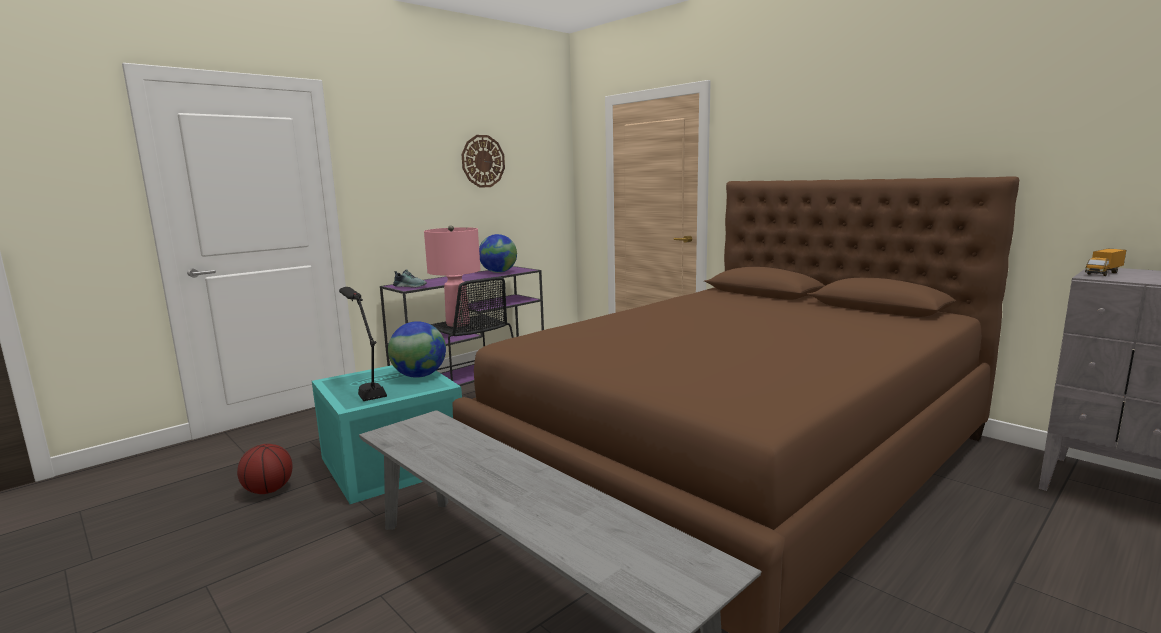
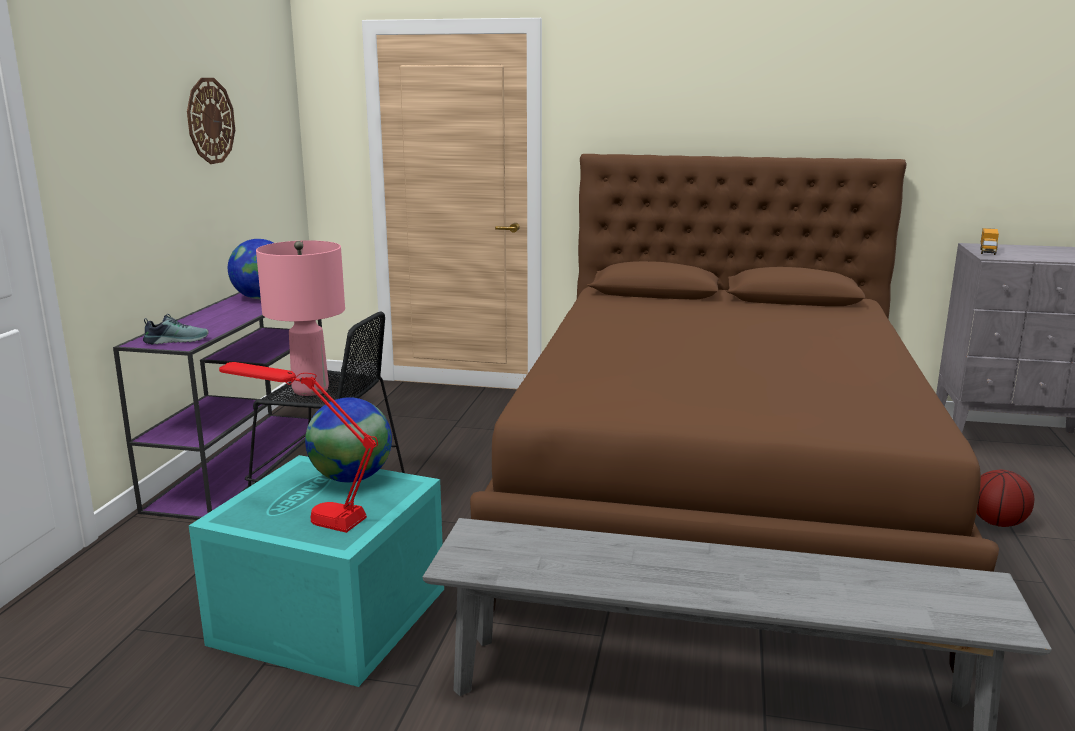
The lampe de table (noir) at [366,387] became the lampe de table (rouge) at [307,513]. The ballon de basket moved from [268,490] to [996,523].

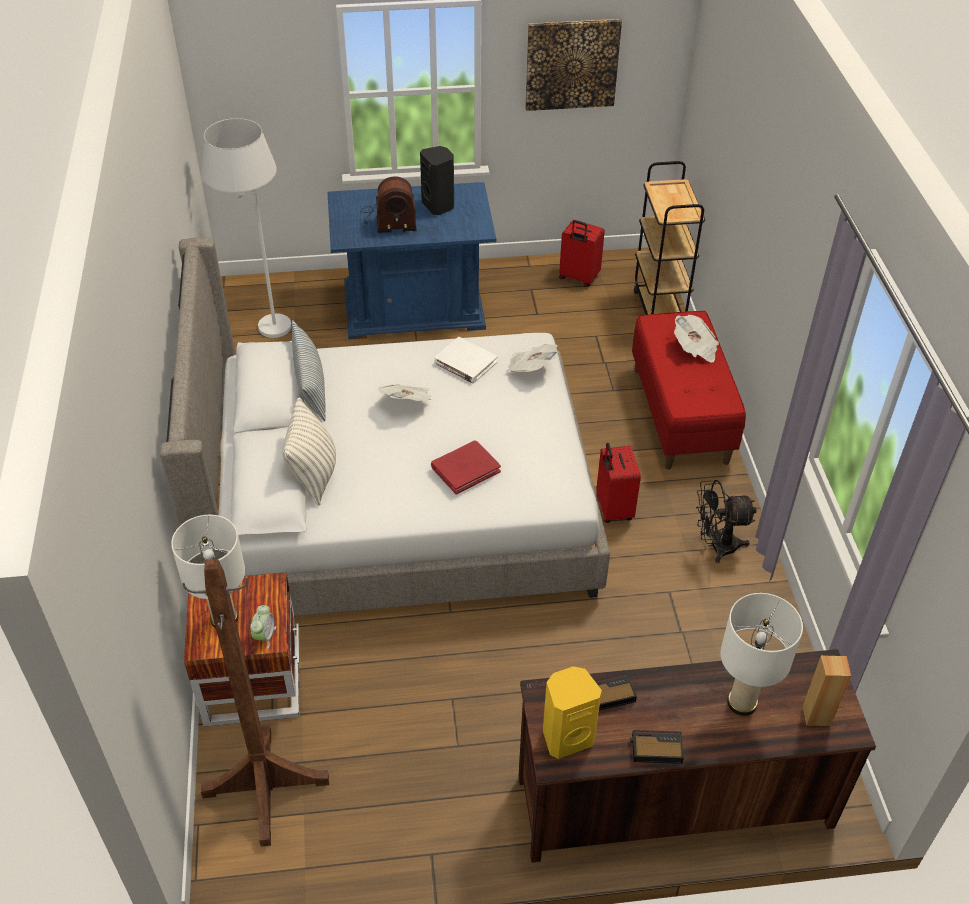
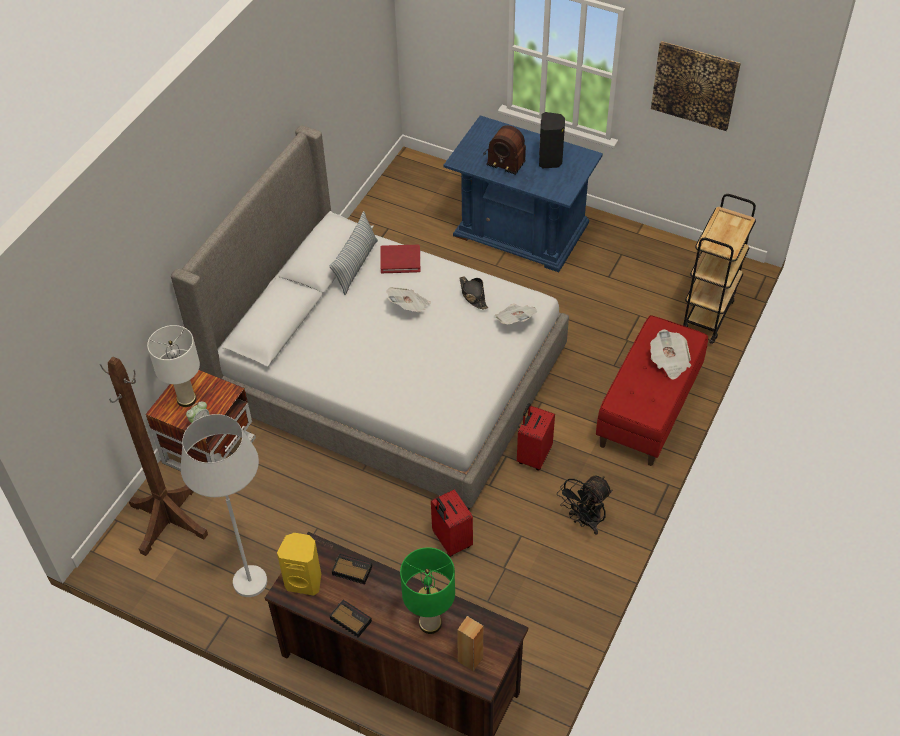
The lampadaire (blanc) moved from [262,319] to [247,566]. The livre (rouge) moved from [465,469] to [400,260]. The lampe de table (blanc) at [741,702] became the lampe de table (vert) at [430,623]. The valise (rouge) moved from [578,278] to [451,541]. The livre (blanc) at [465,363] was replaced by the chapeau (noir) at [473,295]. The ventilateur (noir) at [716,546] turned 75 degrees counterclockwise. The coussin at [313,476] disappeared.

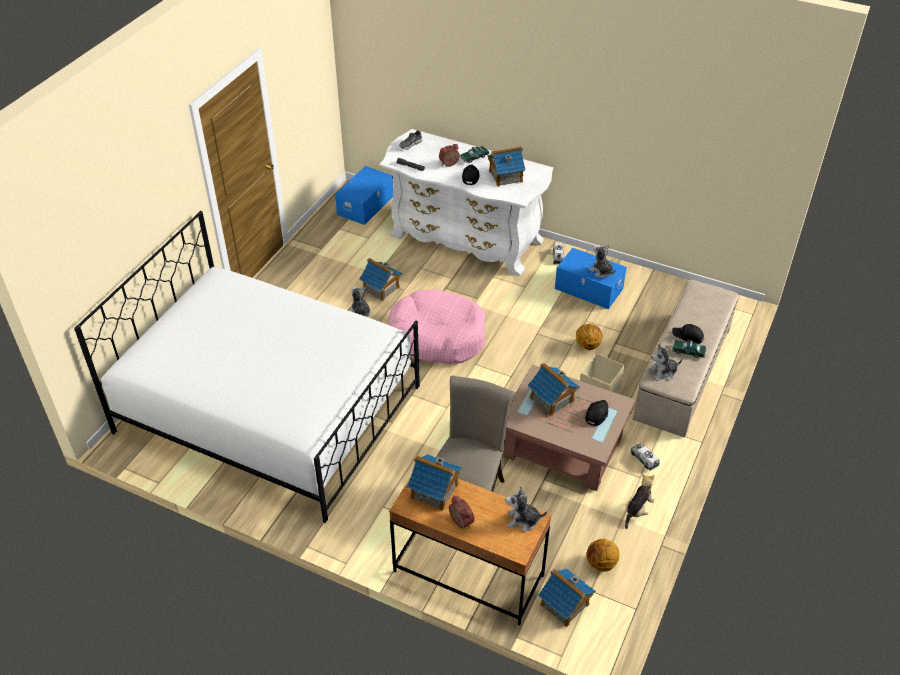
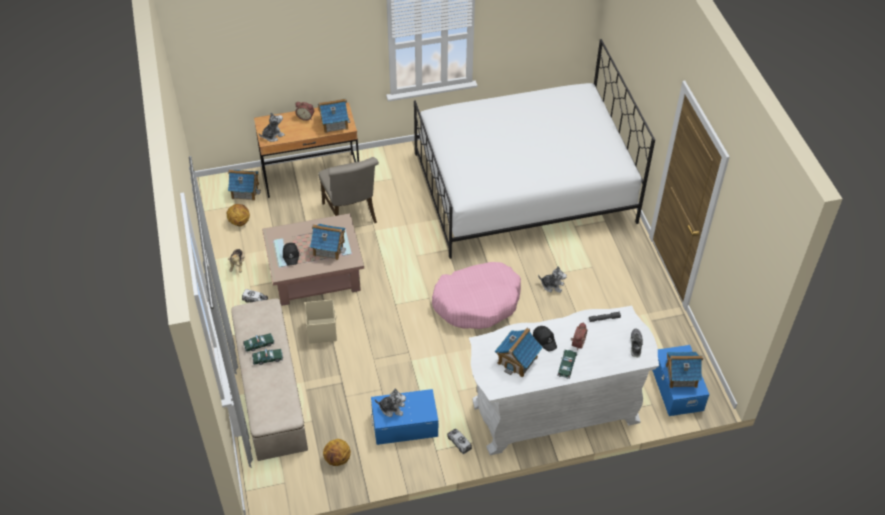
The casquette (noir) at [688,336] was replaced by the petite voiture at [268,358]. The ballon de basket moved from [587,345] to [337,459]. The maison miniature moved from [381,288] to [681,375]. The peluche at [663,373] disappeared.

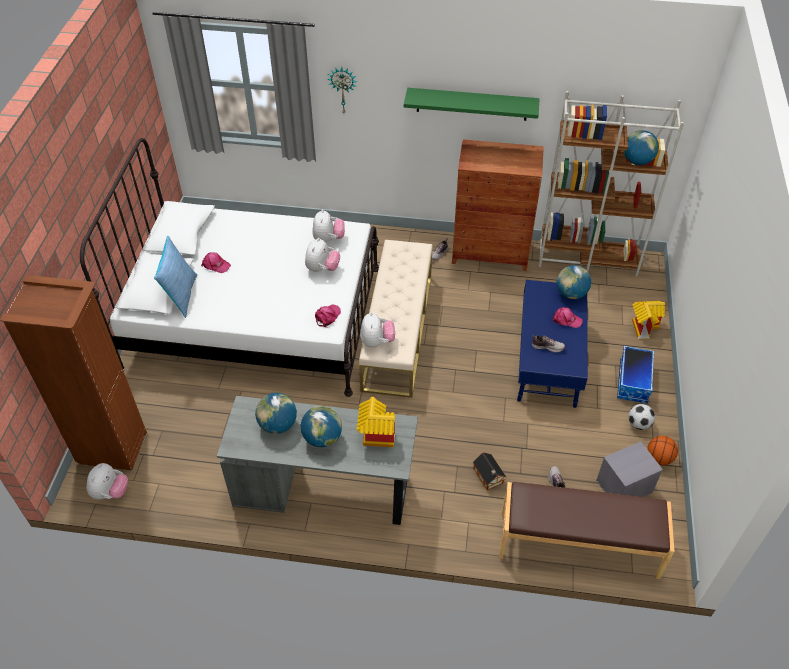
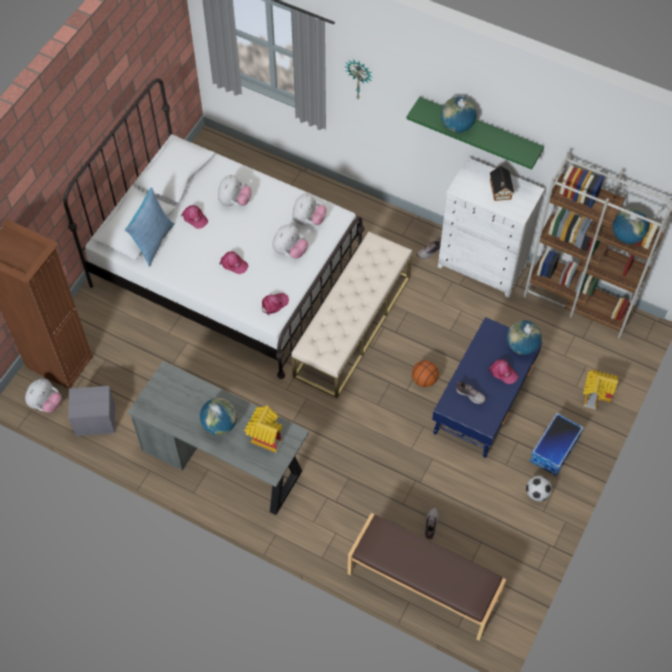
The boîte de rangement (gris) moved from [624,487] to [94,420]. The peluche moved from [377,341] to [234,201]. The casquette (rose) at [233,264] appeared. The ballon de basket moved from [659,458] to [424,380]. The commode (marron) at [491,254] became the commode (blanc) at [482,268]. The globe moved from [278,425] to [457,126]. The maison miniature moved from [488,477] to [500,190].

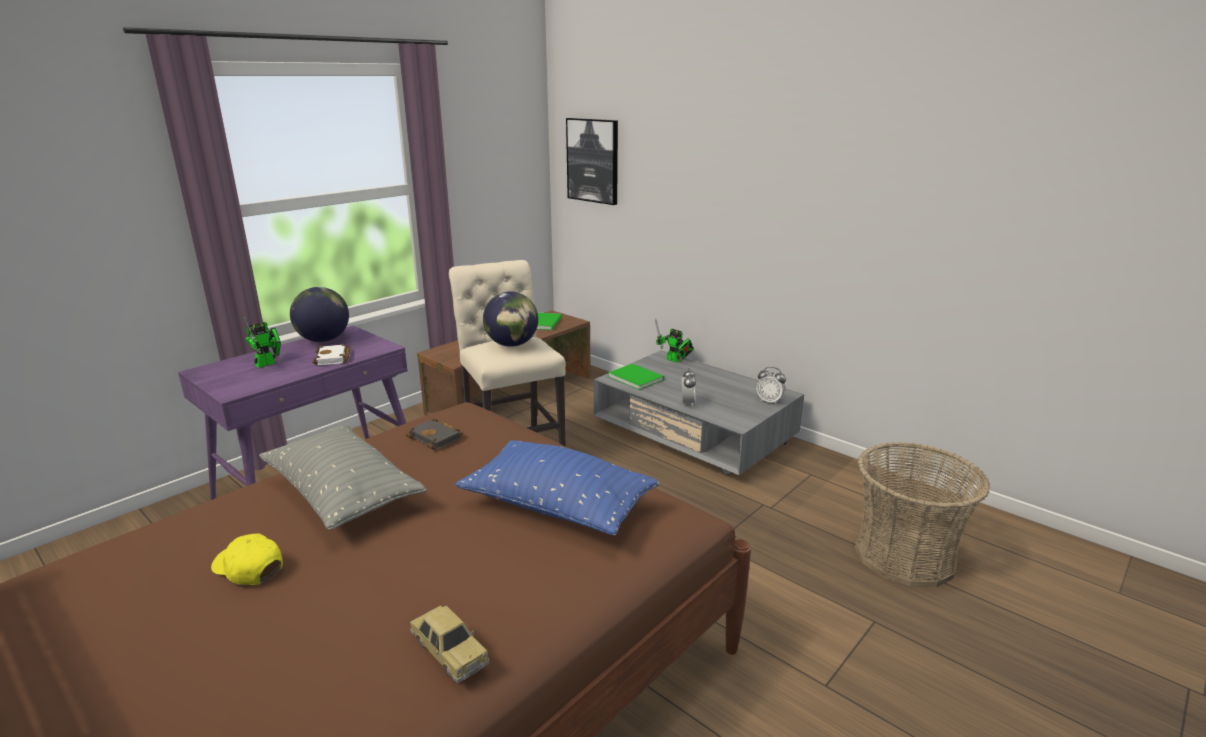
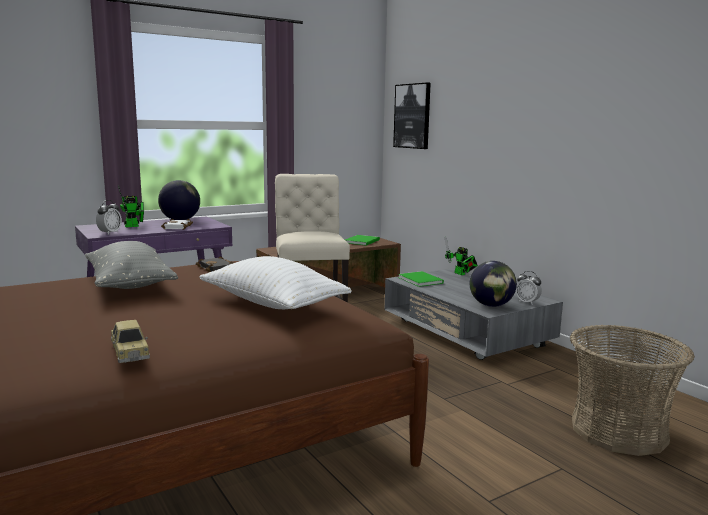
The réveil moved from [687,403] to [109,233]. The coussin (bleu) at [557,506] became the coussin (blanc) at [273,304]. The globe moved from [512,344] to [491,305]. The casquette (jaune) at [249,568] disappeared.

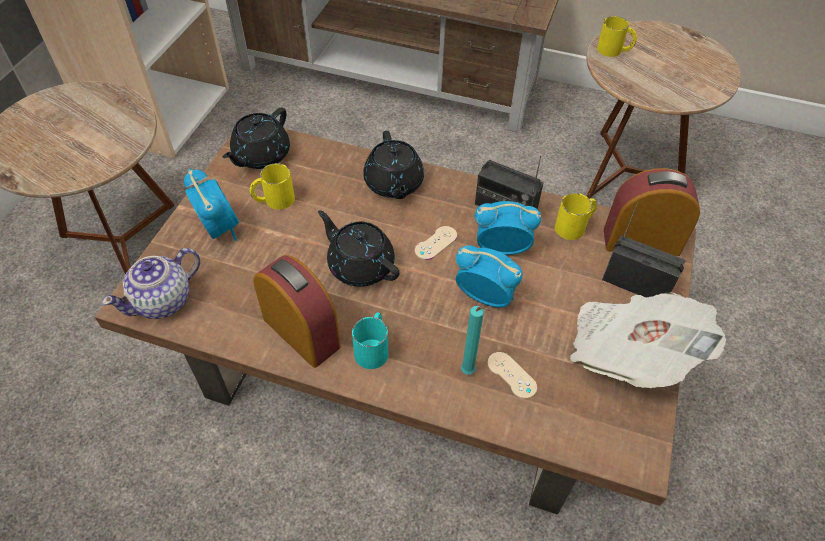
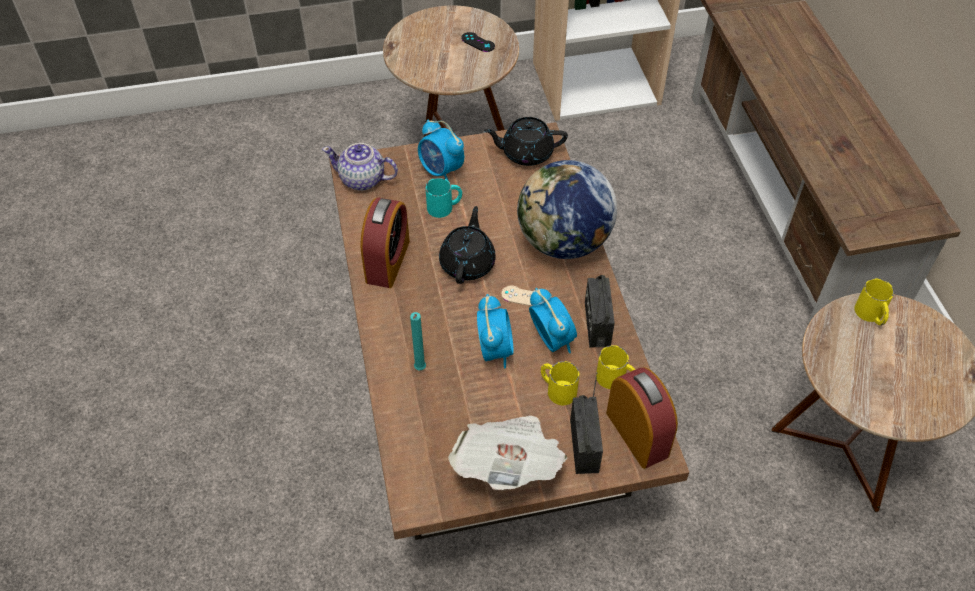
The réveil at [219,228] turned 105 degrees clockwise. The mug (turquoise) moved from [373,347] to [445,207]. The manette (noir) at [478,42] appeared. The théière (noir) at [393,184] was replaced by the globe at [563,242]. The mug (jaune) moved from [273,200] to [557,389]. The manette (beige) at [511,375] disappeared.

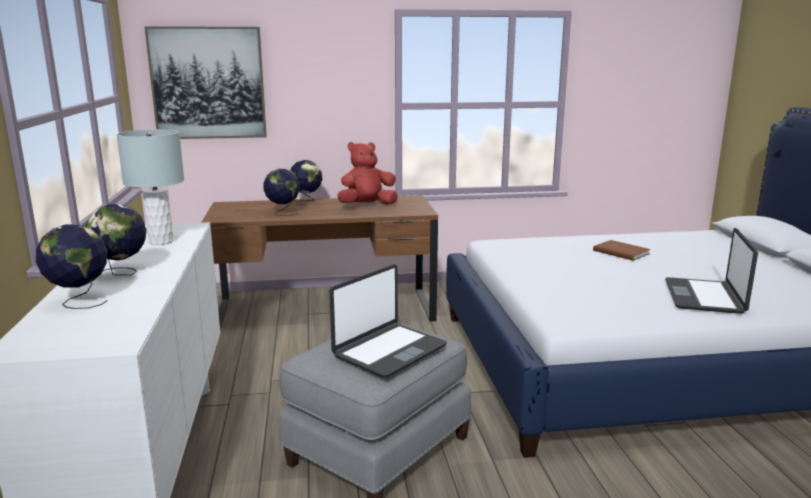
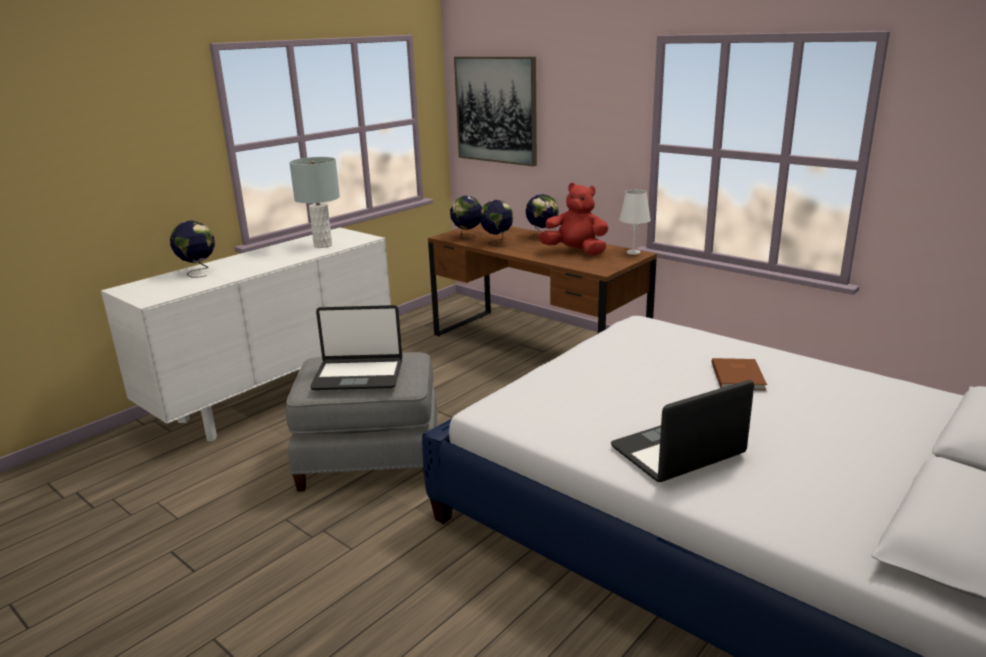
The globe moved from [122,273] to [467,237]. The lampe de table (blanc) at [633,252] appeared.

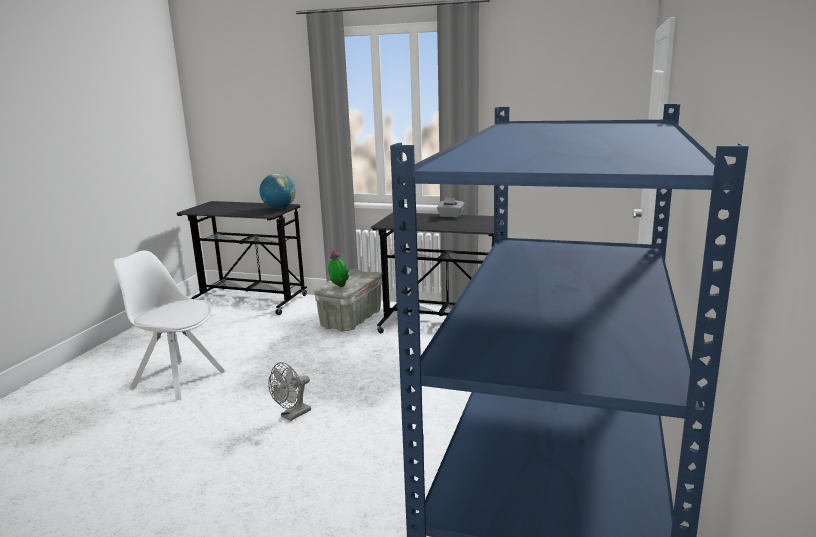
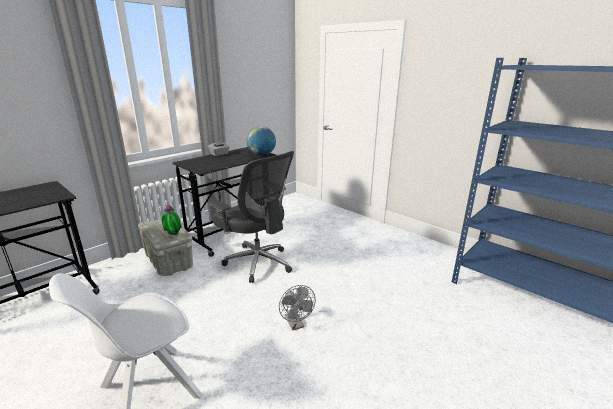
The chaise de bureau at [257,262] appeared. The globe moved from [279,208] to [261,155].

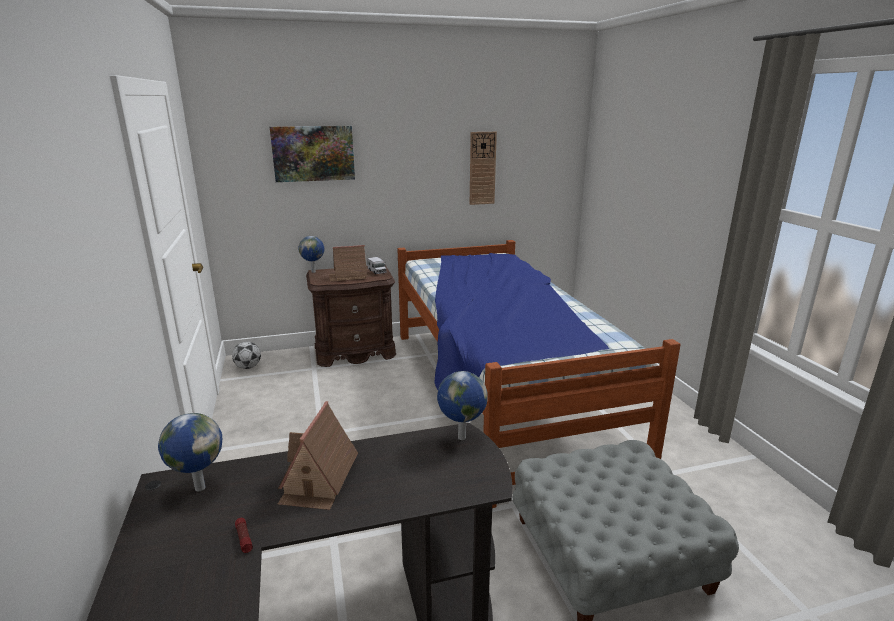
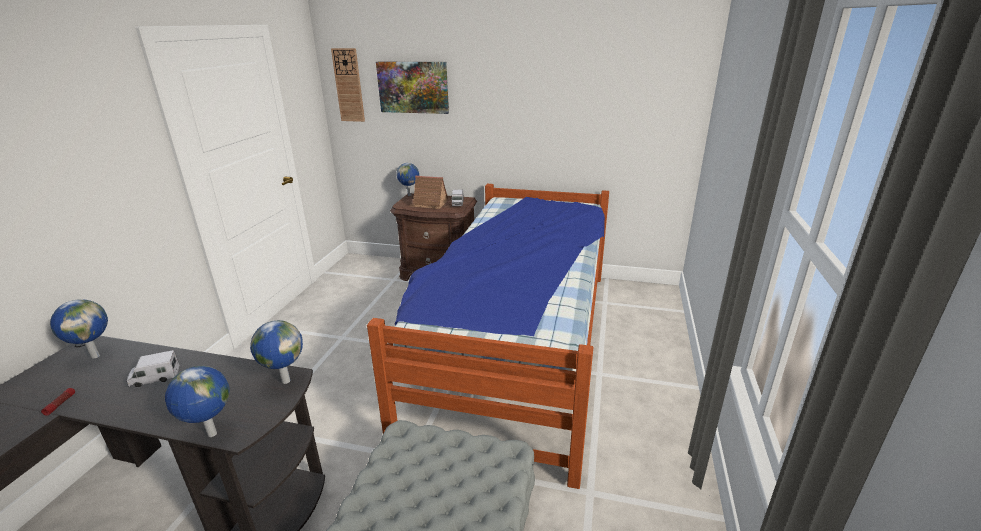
The maison miniature at [319,479] was replaced by the camion jouet at [155,378]. The globe at [211,434] appeared. The horloge murale moved from [482,168] to [348,85]. The ballon de foot at [248,367] disappeared.

